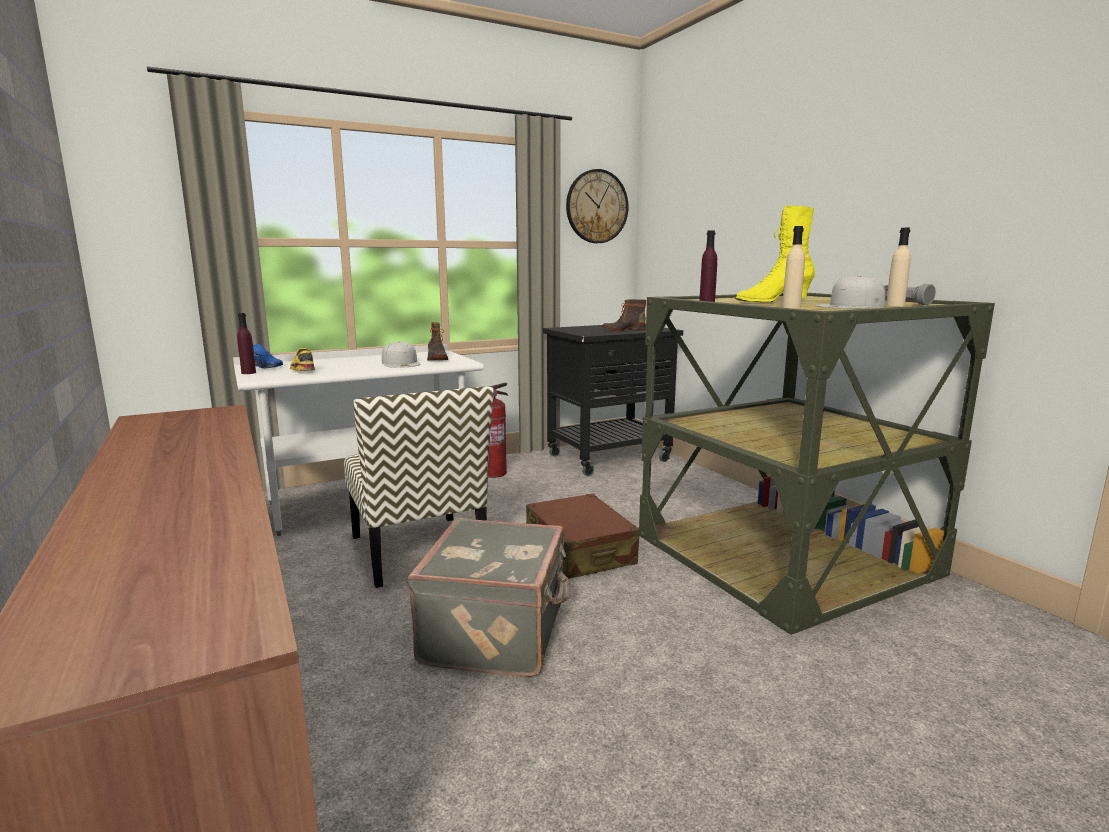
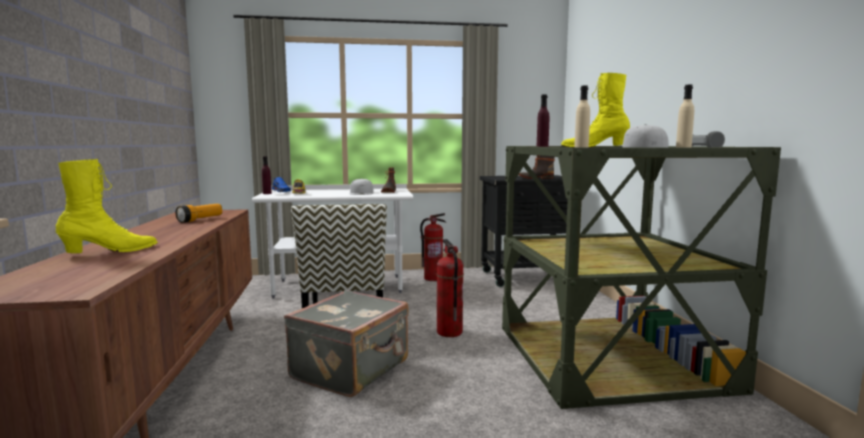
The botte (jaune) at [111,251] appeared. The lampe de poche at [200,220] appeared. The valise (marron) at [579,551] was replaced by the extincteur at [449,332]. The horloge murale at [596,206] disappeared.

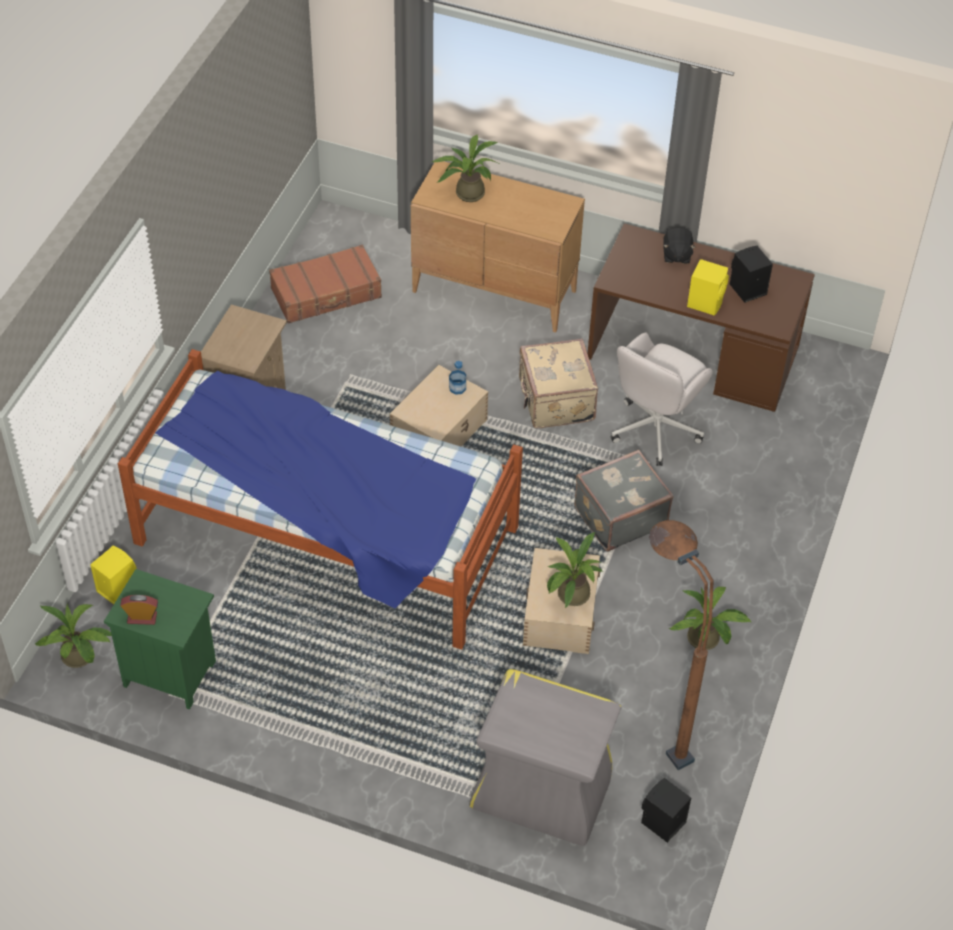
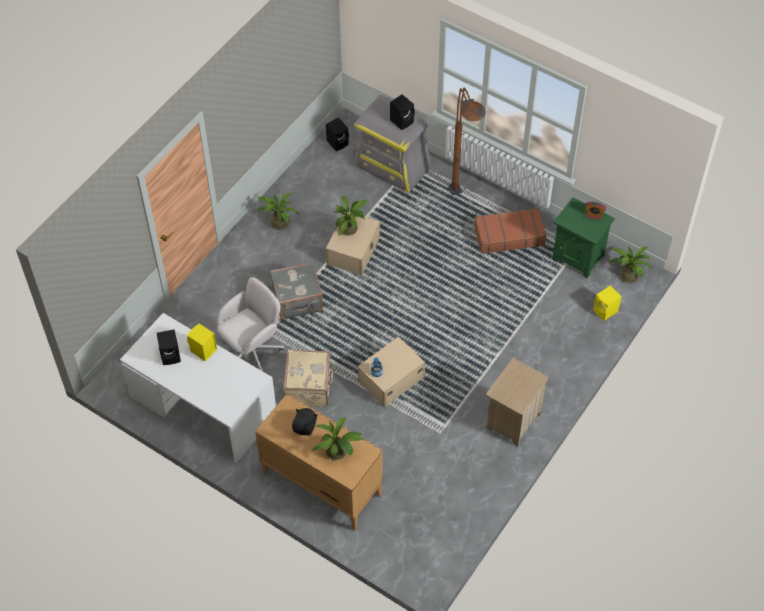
The bureau (marron) at [693,352] became the bureau (blanc) at [203,406]. The peluche (noir) moved from [676,255] to [305,426]. The enceinte (noir) at [402,121] appeared. The lampadaire (marron) moved from [655,724] to [462,208]. The valise (marron) moved from [326,293] to [509,235]. The lit at [326,537] disappeared.

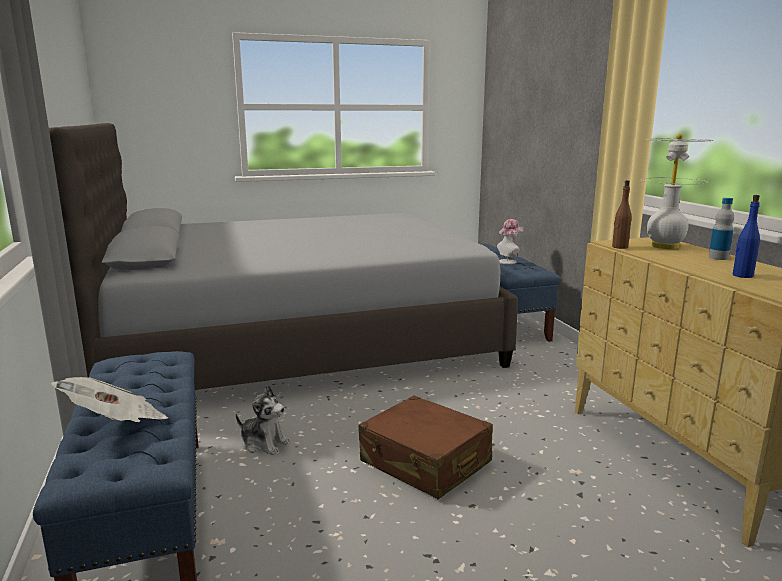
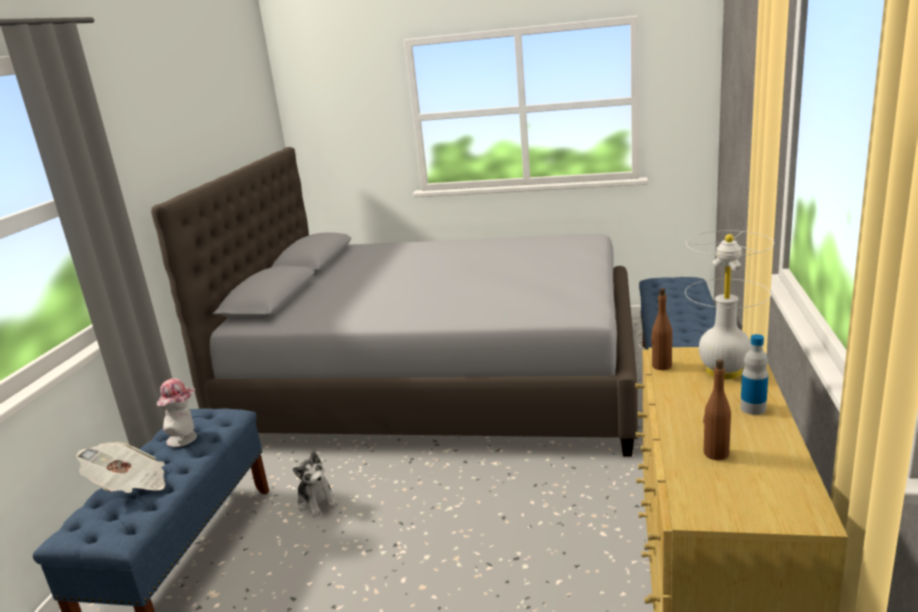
The chapeau moved from [509,261] to [186,438]. The bouteille (bleu) at [742,275] became the bouteille (marron) at [715,453]. The valise (marron) at [425,462] disappeared.

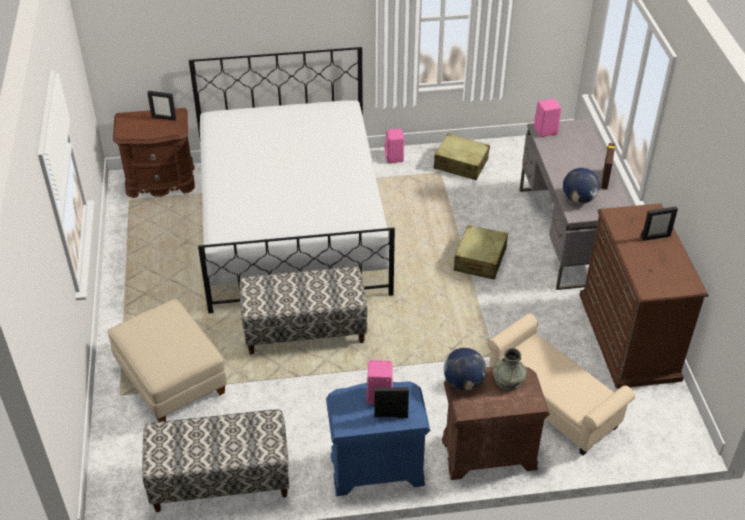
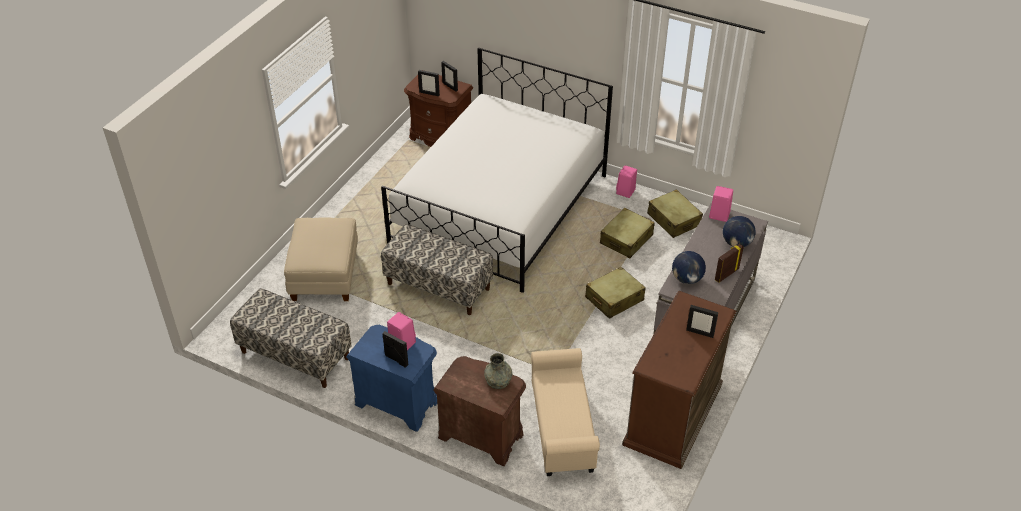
The cadre photo at [429,93] appeared. The valise (beige) at [626,239] appeared. The globe moved from [463,382] to [736,243].

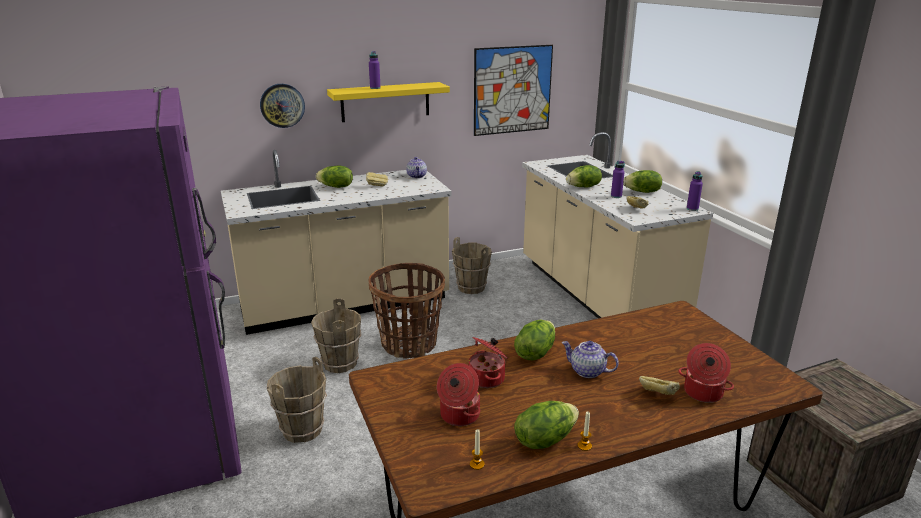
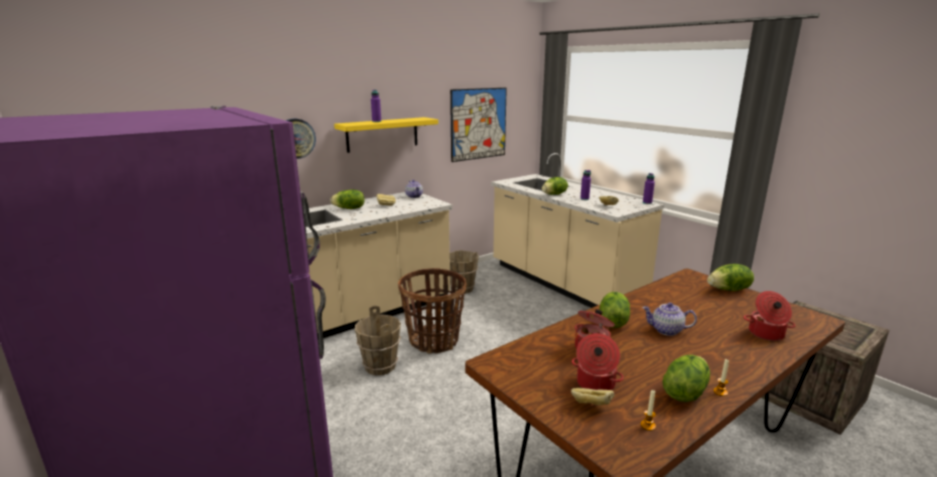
The pain moved from [657,395] to [591,407]. The laitue moved from [642,192] to [729,290]. The seau (marron) at [302,430] disappeared.

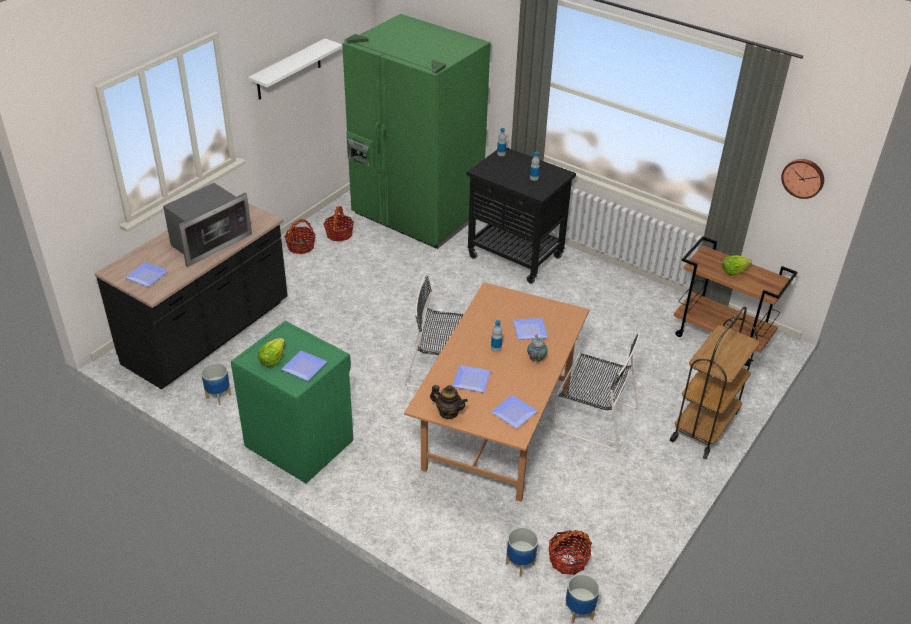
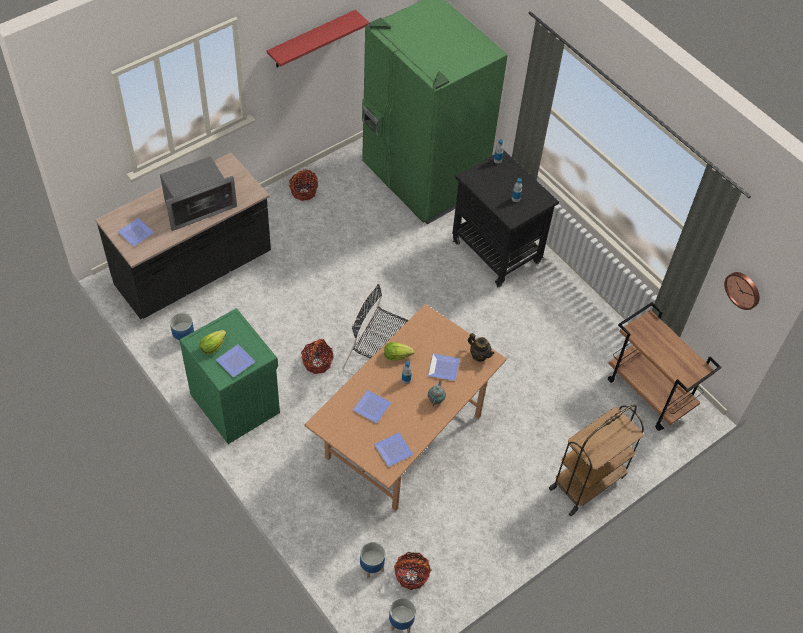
The étagère (blanc) at [289,69] became the étagère (rouge) at [312,40]. The panier moved from [339,234] to [317,362]. The laitue moved from [733,271] to [396,355]. The théière moved from [448,412] to [479,355]. The chaise (noir) at [592,418] disappeared.

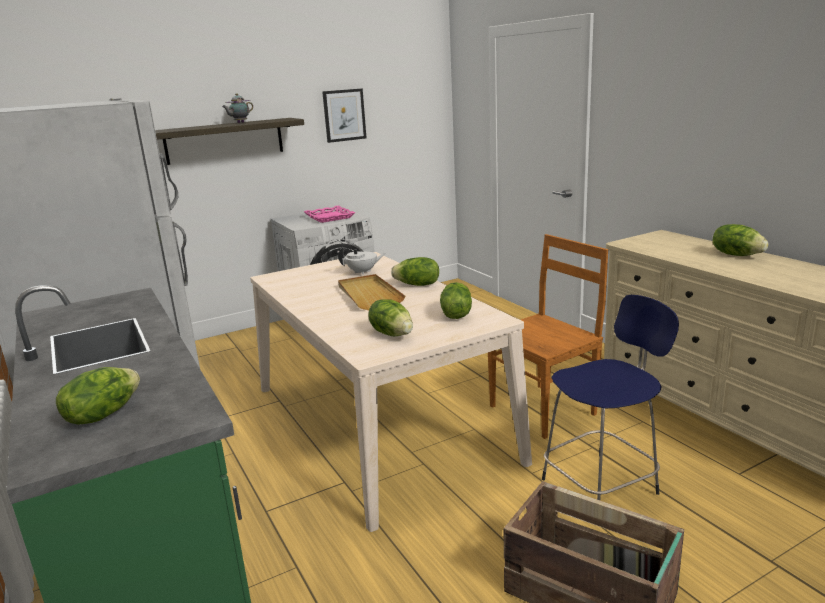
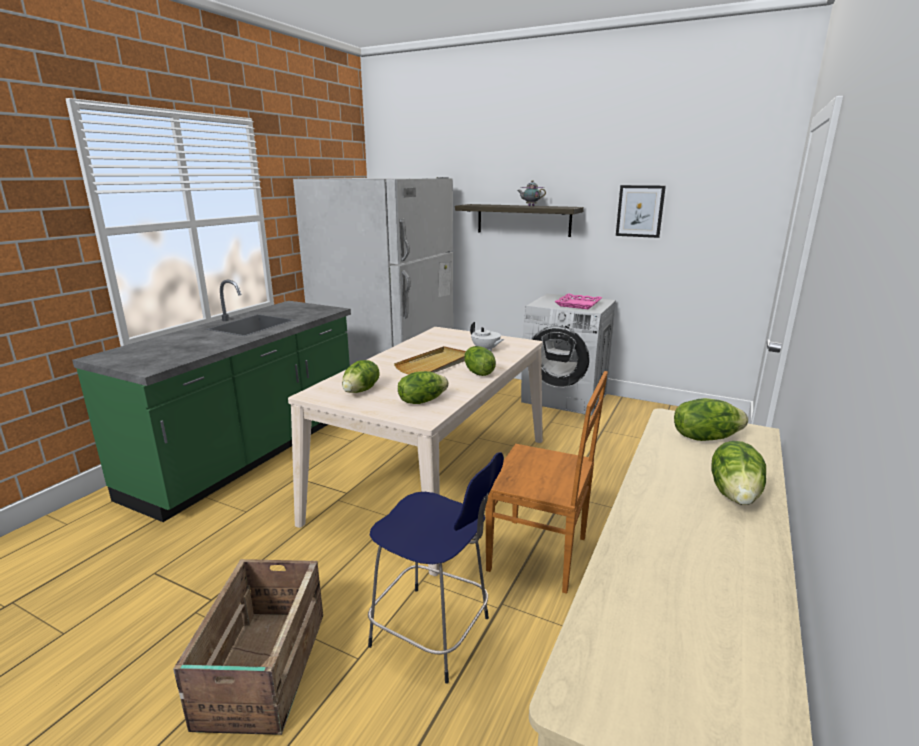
The laitue moved from [102,414] to [705,437].

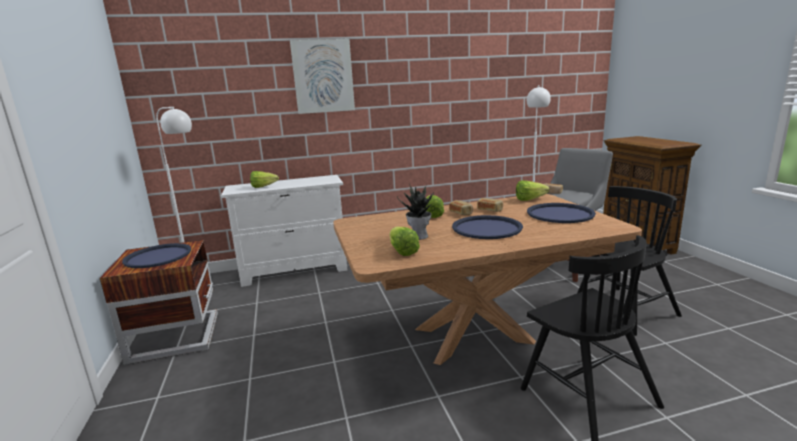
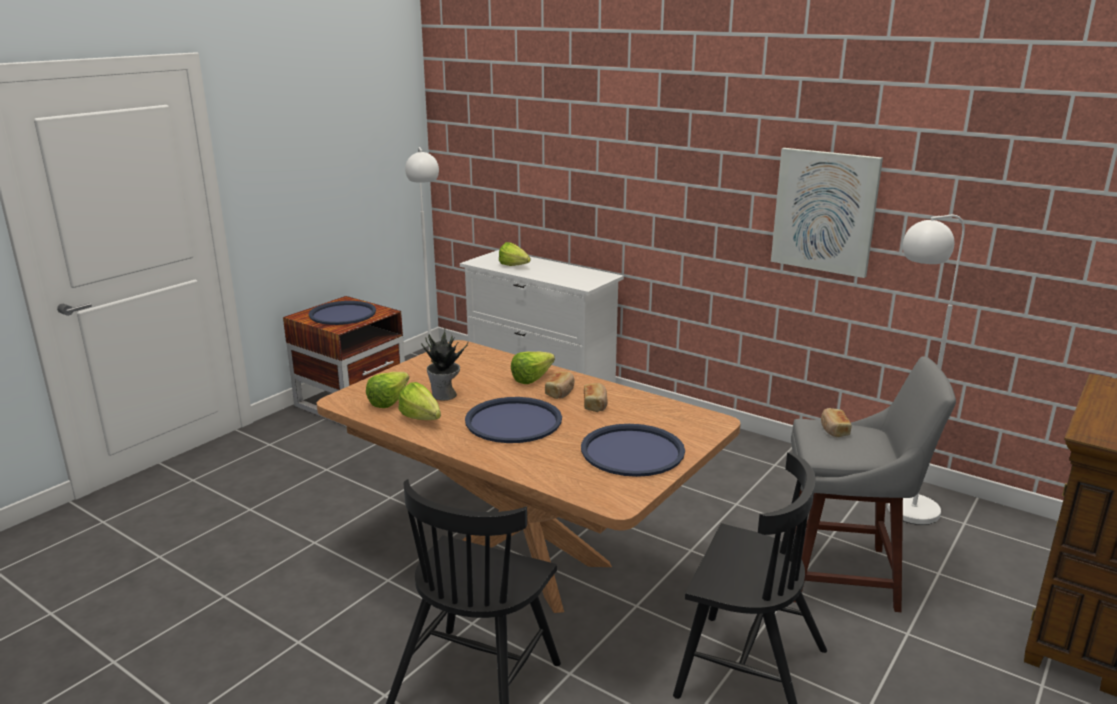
The laitue moved from [532,200] to [423,421]. The tableau moved from [323,76] to [825,211].

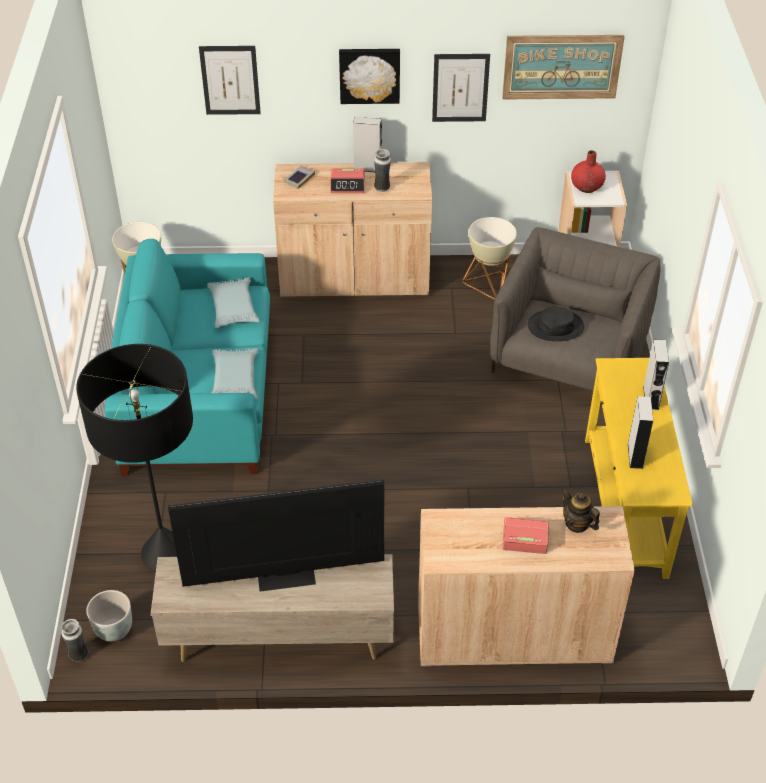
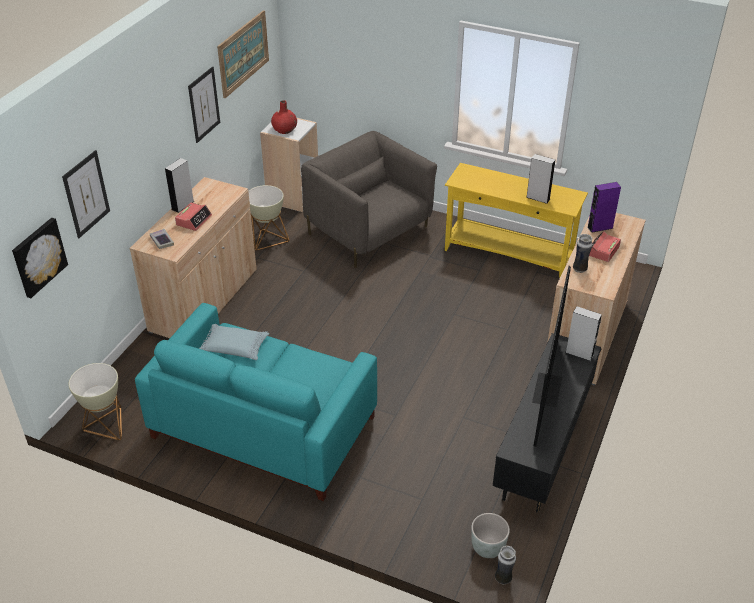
The tableau moved from [369,74] to [38,257]. The meuble télé (beige) at [279,640] became the meuble télé (noir) at [541,450]. The enceinte (gris) moved from [650,398] to [579,353]. The vase moved from [382,188] to [580,269]. The théière at [577,524] was replaced by the enceinte (violet) at [600,227]. The lampadaire (noir) at [166,556] disappeared. The coussin (bleu) at [235,378] disappeared. The chapeau (noir) at [555,326] disappeared.

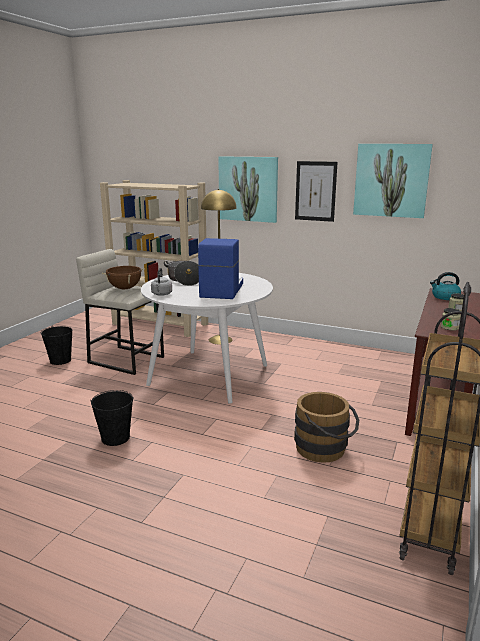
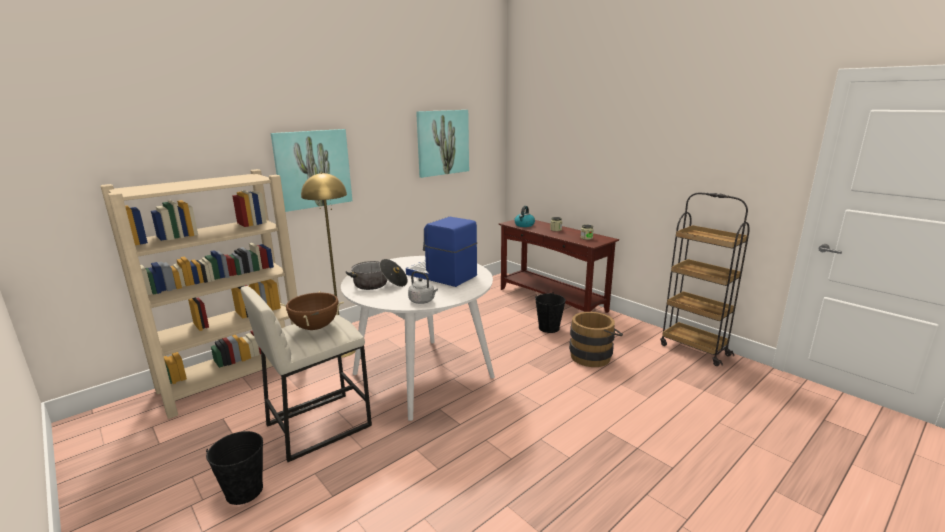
The seau (noir) moved from [115,438] to [549,328]. The tableau at [315,191] disappeared.

